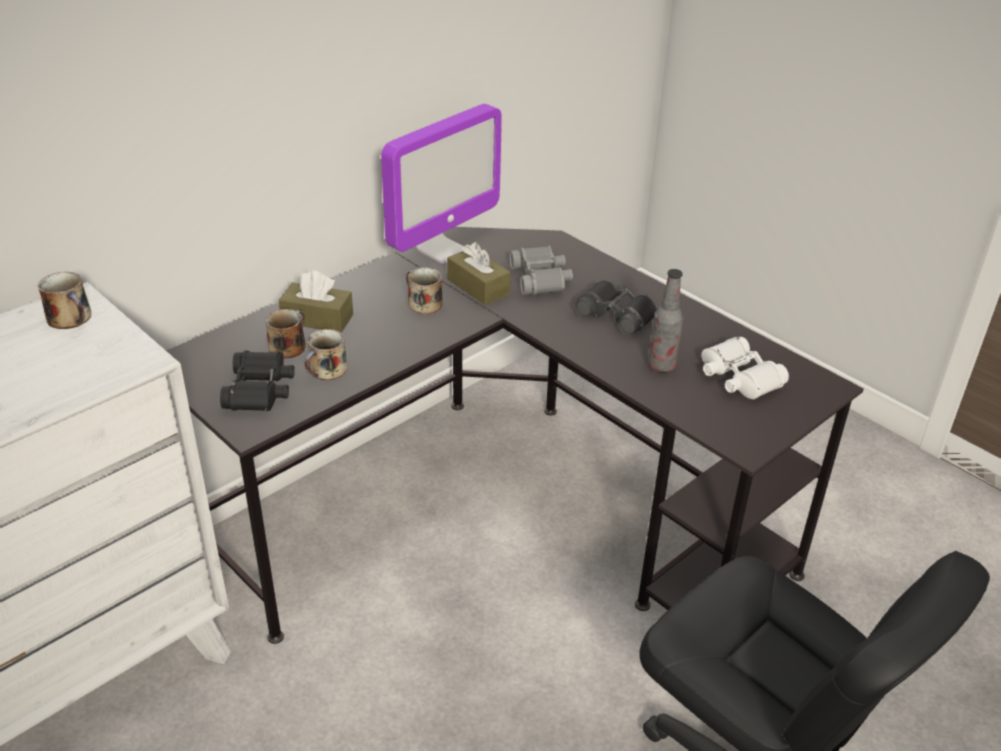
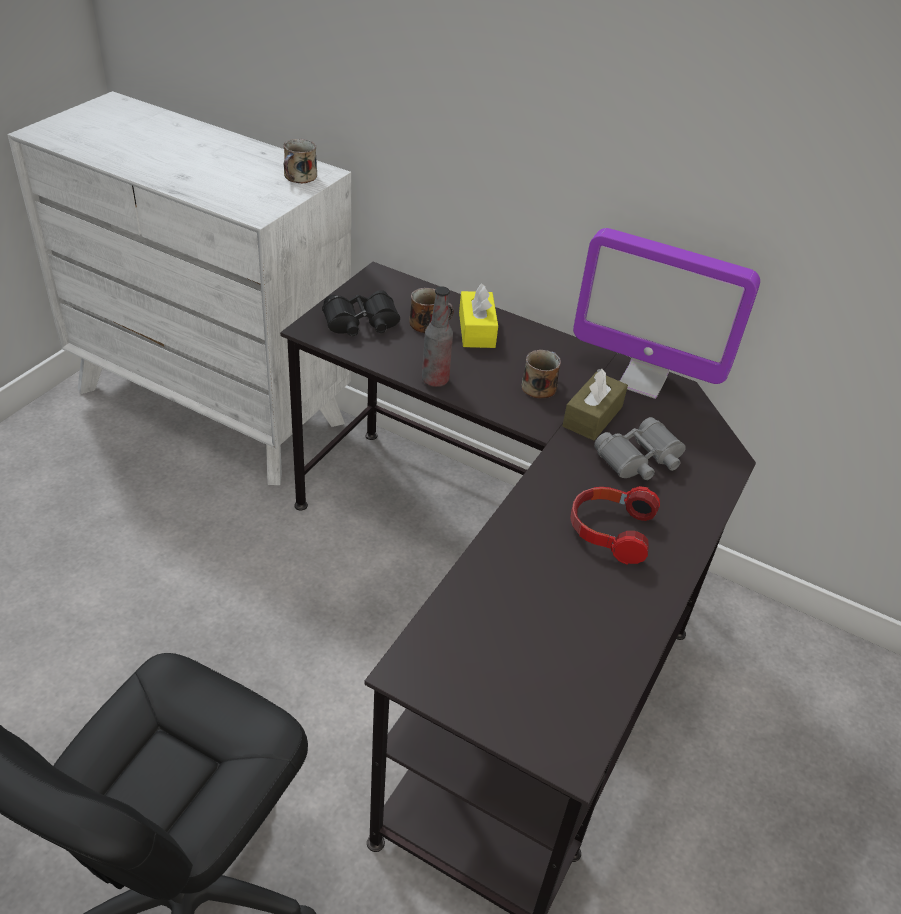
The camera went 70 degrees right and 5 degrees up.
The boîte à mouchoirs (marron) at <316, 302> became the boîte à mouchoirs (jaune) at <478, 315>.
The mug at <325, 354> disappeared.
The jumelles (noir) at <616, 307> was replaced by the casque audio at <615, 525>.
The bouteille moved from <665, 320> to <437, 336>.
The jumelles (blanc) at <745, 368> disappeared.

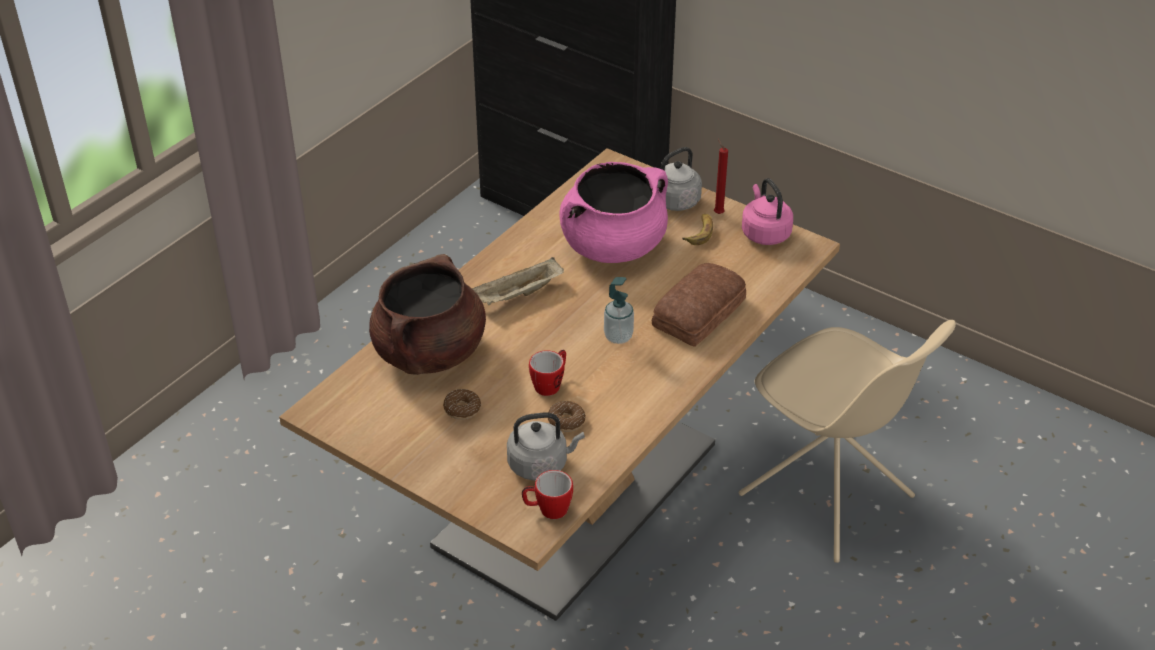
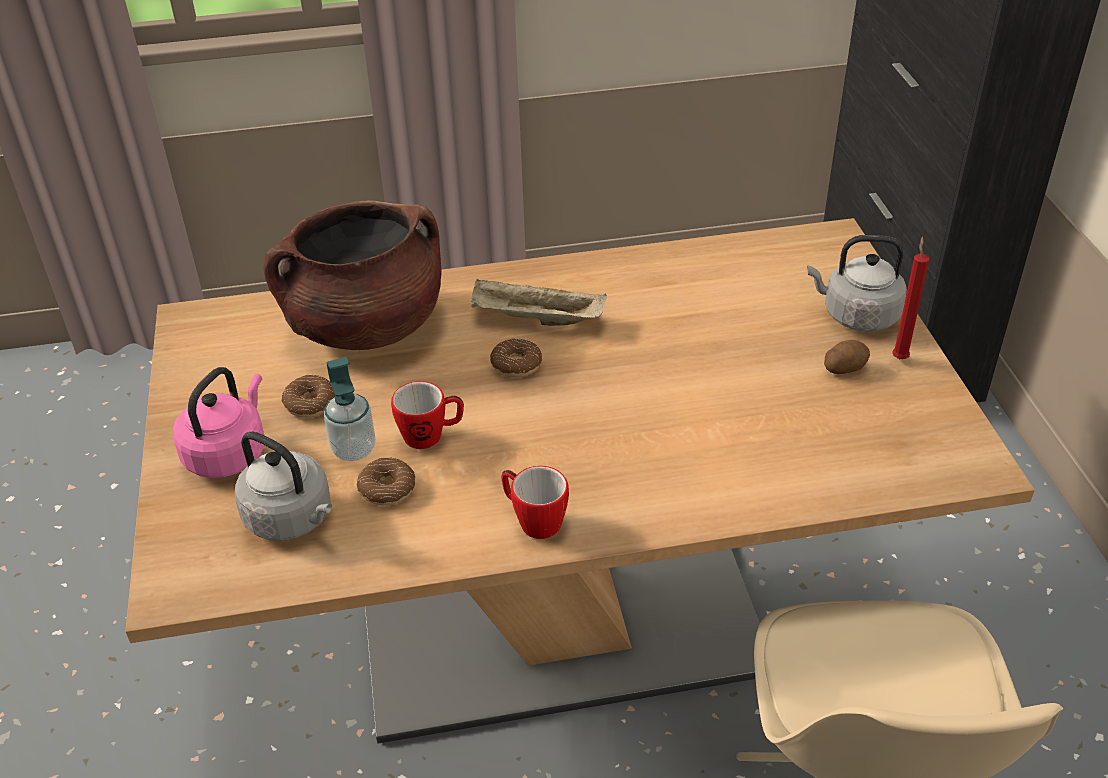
The camera went 45 degrees right and 0 degrees up.
The mug moved from <547, 494> to <535, 502>.
The marmite (rose) at <614, 212> disappeared.
The distributeur de savon moved from <619, 310> to <349, 409>.
The pain at <699, 305> disappeared.
The banane at <697, 229> was replaced by the pomme de terre at <847, 357>.
The bouilloire (rose) moved from <767, 211> to <219, 422>.
The beignet at <516, 358> appeared.

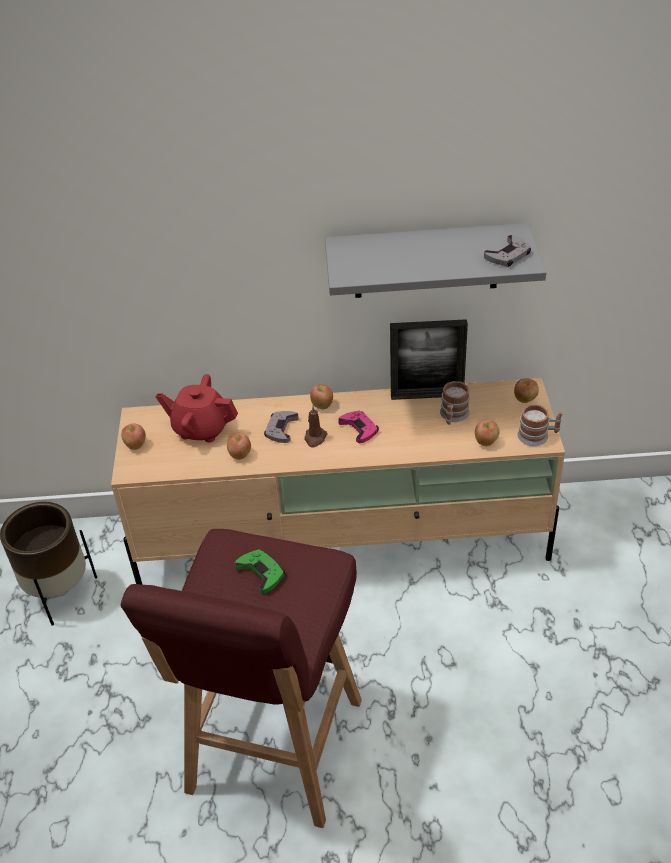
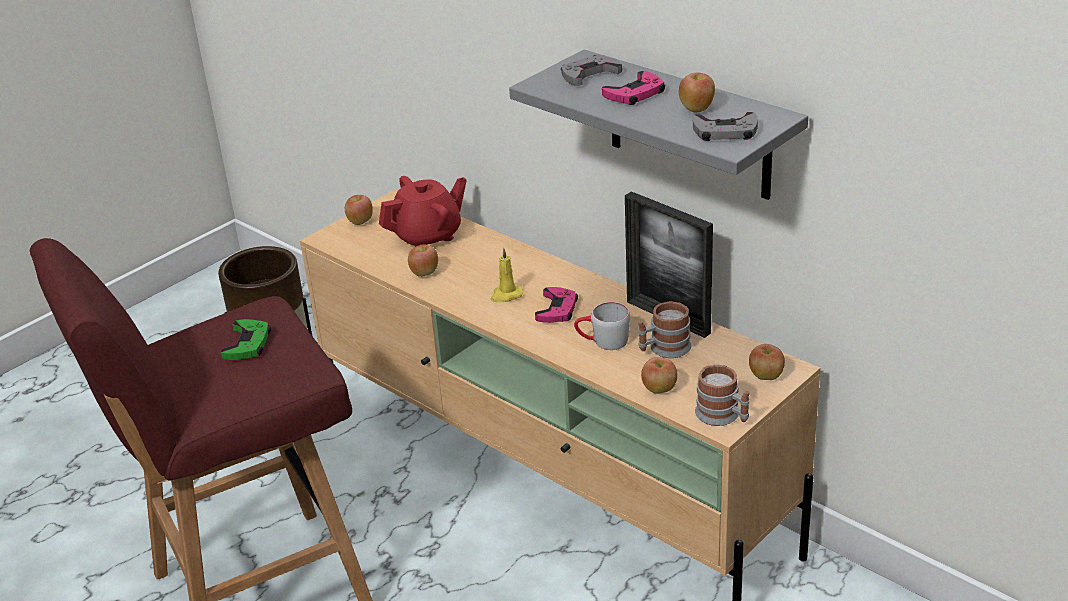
The camera went 45 degrees right and 10 degrees down.
The théière (rouge) at <196, 408> turned 90 degrees clockwise.
The manette (gris) moved from <281, 427> to <591, 70>.
The bougie (marron) at <315, 426> became the bougie (jaune) at <506, 275>.
The pomme moved from <321, 396> to <697, 92>.
The mug (gris) at <602, 326> appeared.
The manette (rose) at <633, 88> appeared.

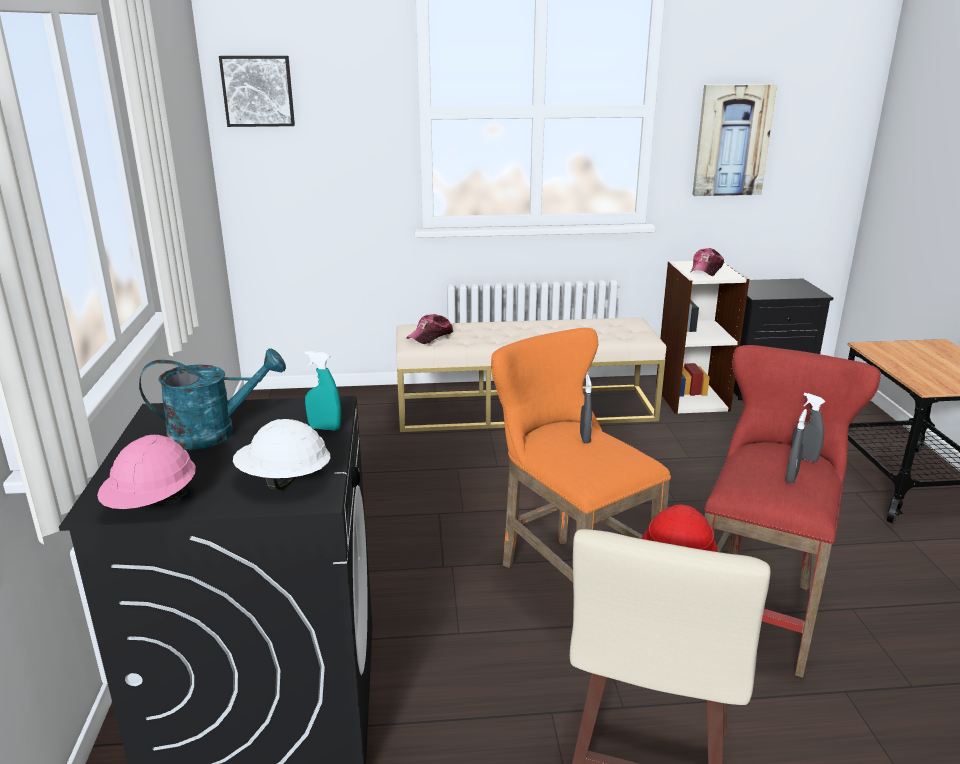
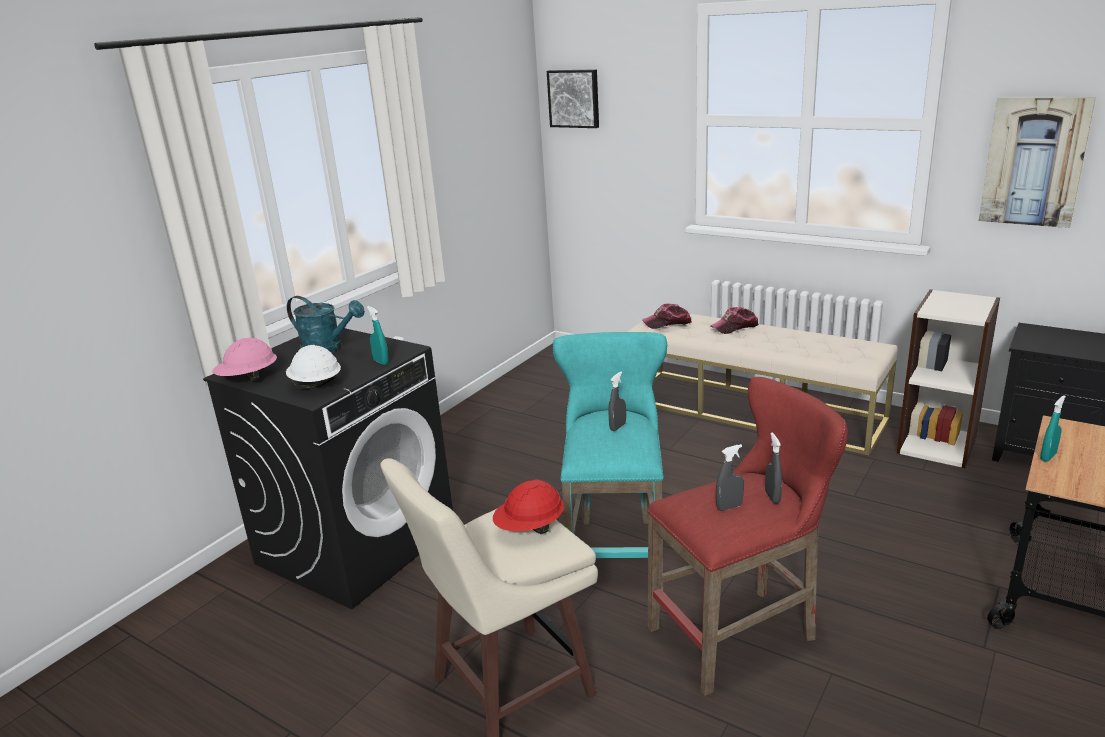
The camera went 40 degrees right and 0 degrees up.
The tabouret (orange) at <581, 455> became the tabouret (turquoise) at <610, 461>.
The casquette moved from <707, 262> to <734, 320>.
The vaporisateur (turquoise) at <1053, 428> appeared.

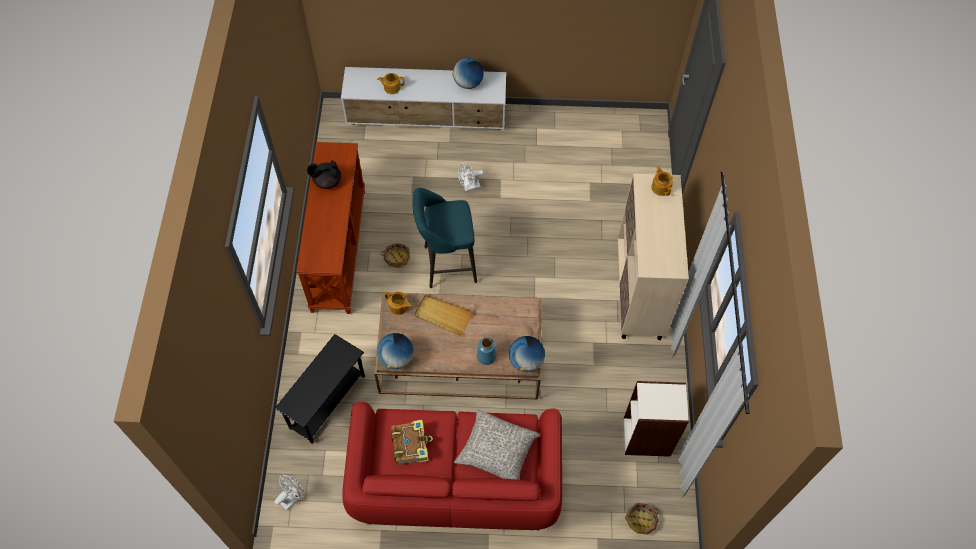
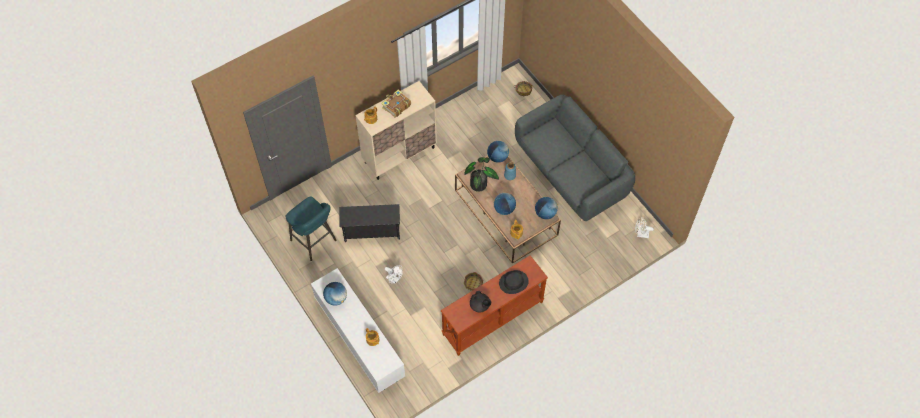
The camera went 125 degrees left and 0 degrees up.
The table d'appoint (noir) moved from <320, 389> to <369, 223>.
The canapé (rouge) at <452, 466> became the canapé (gris) at <575, 158>.
The livre moved from <412, 442> to <396, 104>.
The tabouret (turquoise) moved from <445, 238> to <311, 229>.
The plateau (beige) at <443, 315> was replaced by the globe at <505, 204>.
The coussin (gris) at <497, 444> disappeared.
The bibliothèque at <656, 419> disappeared.
The plante en pot at <481, 174> appeared.
The chapeau (noir) at <514, 282> appeared.

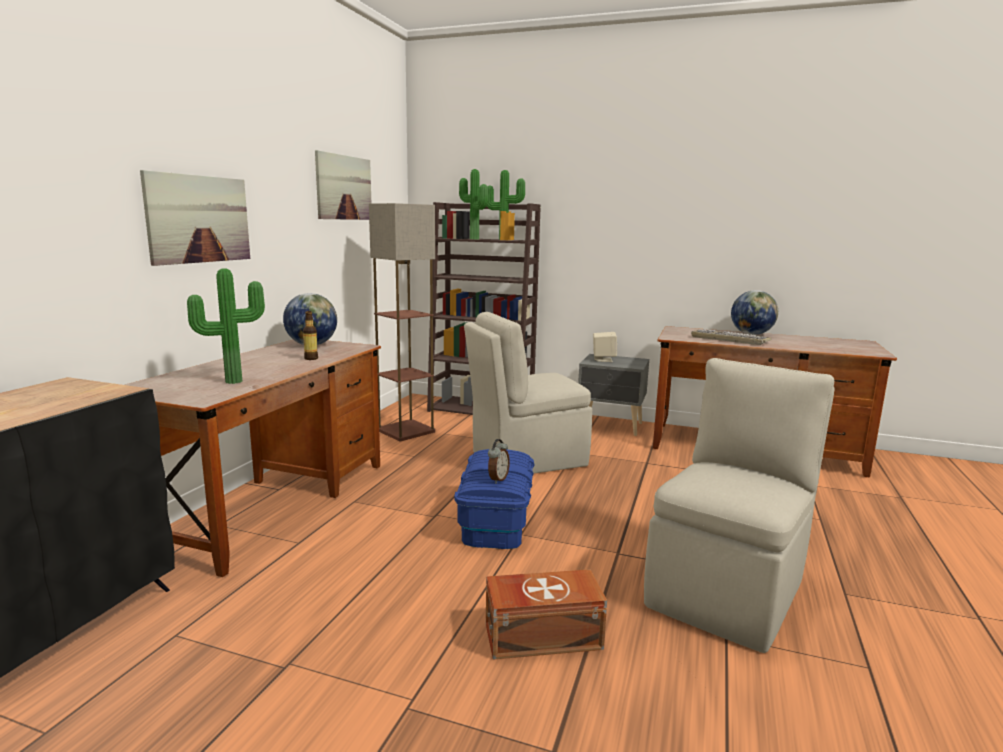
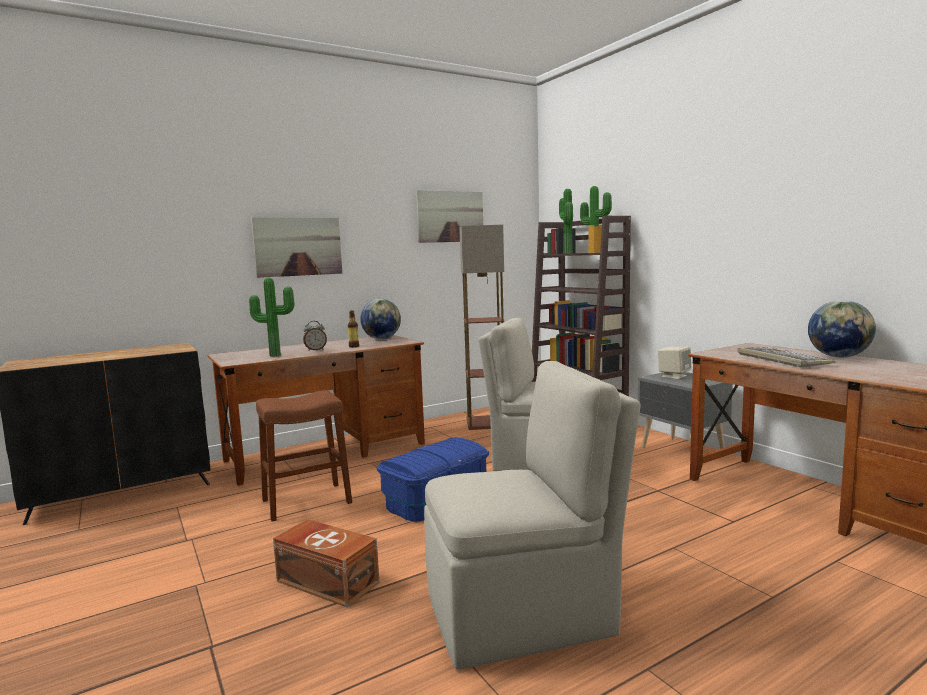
The camera went 40 degrees right and 5 degrees down.
The réveil moved from <499, 461> to <315, 336>.
The tabouret (marron) at <304, 455> appeared.

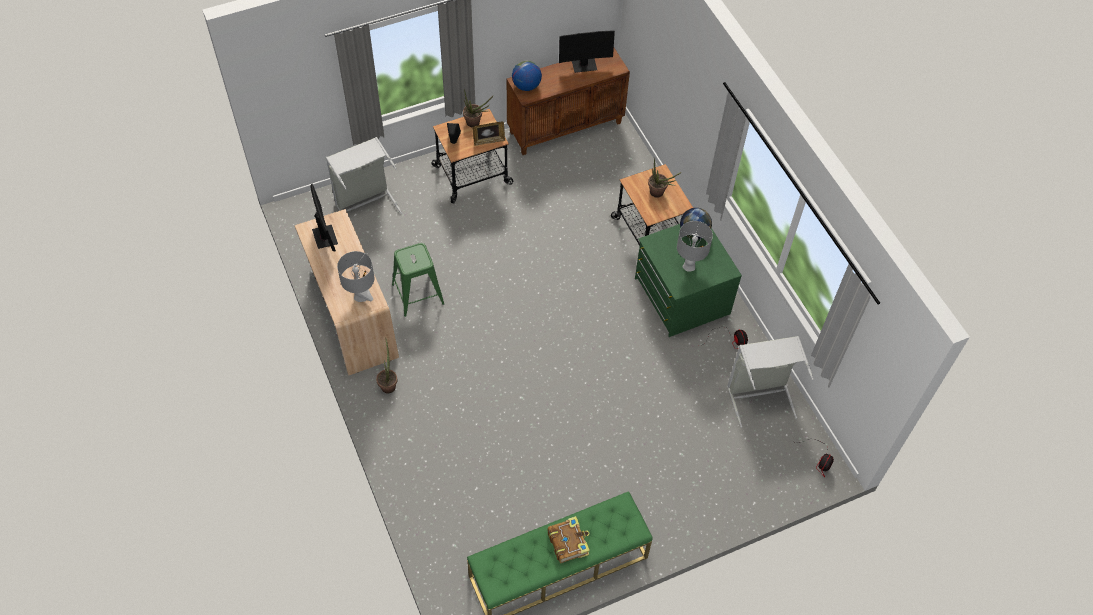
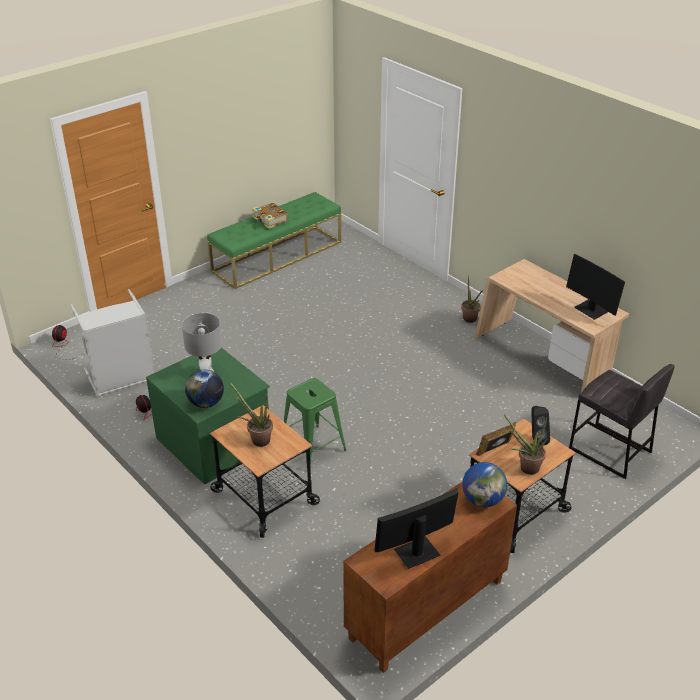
The camera went 165 degrees right and 20 degrees down.
The panier à linge (gris) at <364, 175> was replaced by the tabouret (gris) at <622, 421>.
The lampe de table (gris) at <356, 276> disappeared.
The tabouret (vert) moved from <418, 280> to <315, 421>.

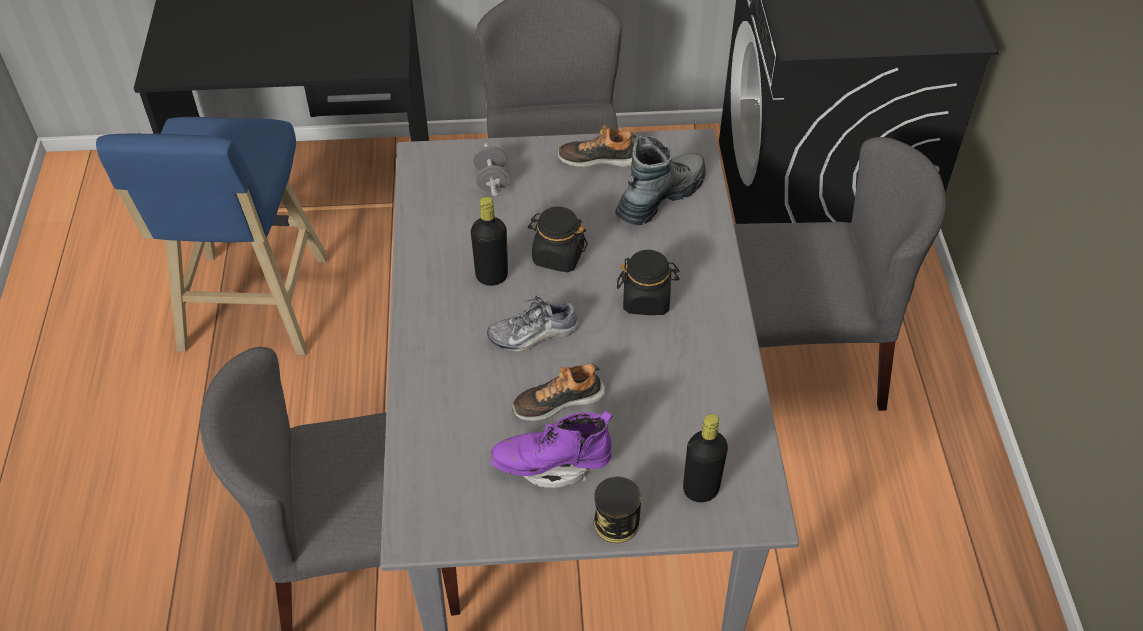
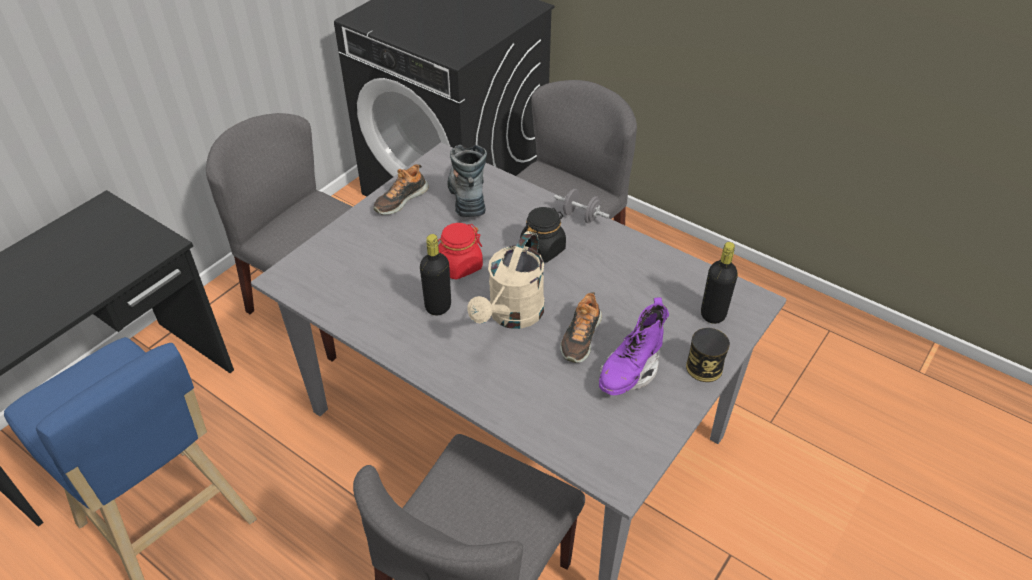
The camera went 50 degrees left and 5 degrees down.
The haltère (gris) moved from <491, 169> to <582, 206>.
The chaussure at <532, 324> was replaced by the arrosoir (beige) at <506, 280>.
The bocal (noir) at <558, 239> became the bocal (rouge) at <460, 251>.

